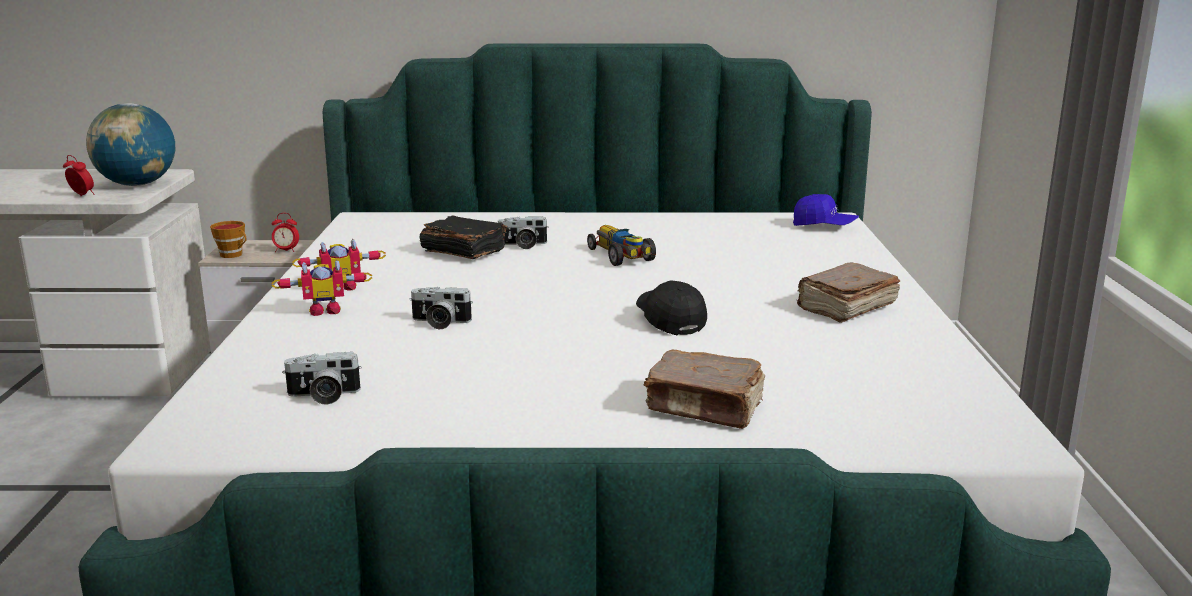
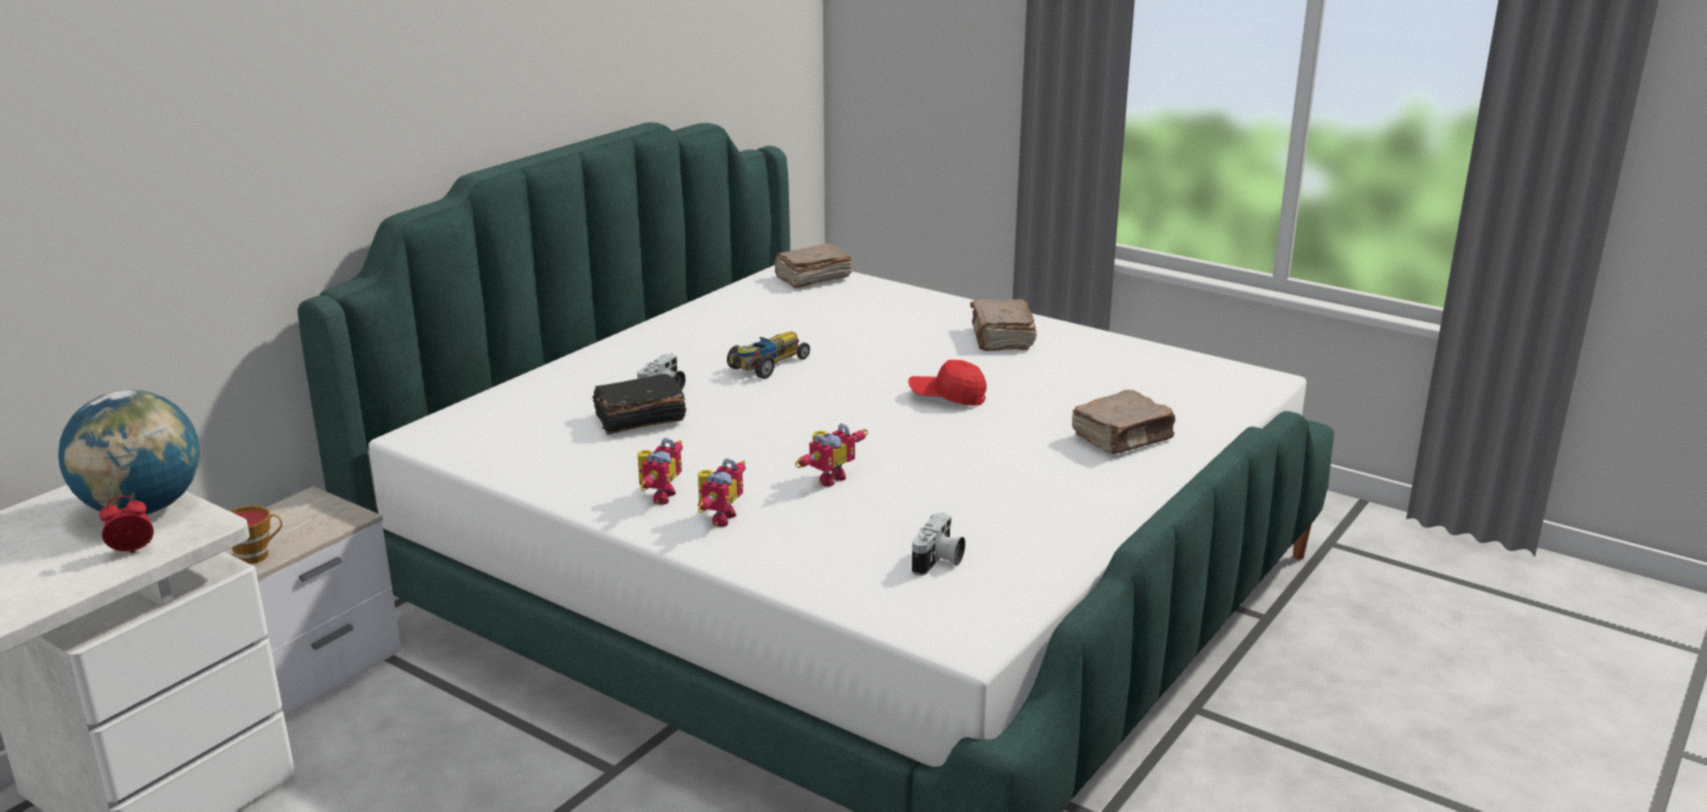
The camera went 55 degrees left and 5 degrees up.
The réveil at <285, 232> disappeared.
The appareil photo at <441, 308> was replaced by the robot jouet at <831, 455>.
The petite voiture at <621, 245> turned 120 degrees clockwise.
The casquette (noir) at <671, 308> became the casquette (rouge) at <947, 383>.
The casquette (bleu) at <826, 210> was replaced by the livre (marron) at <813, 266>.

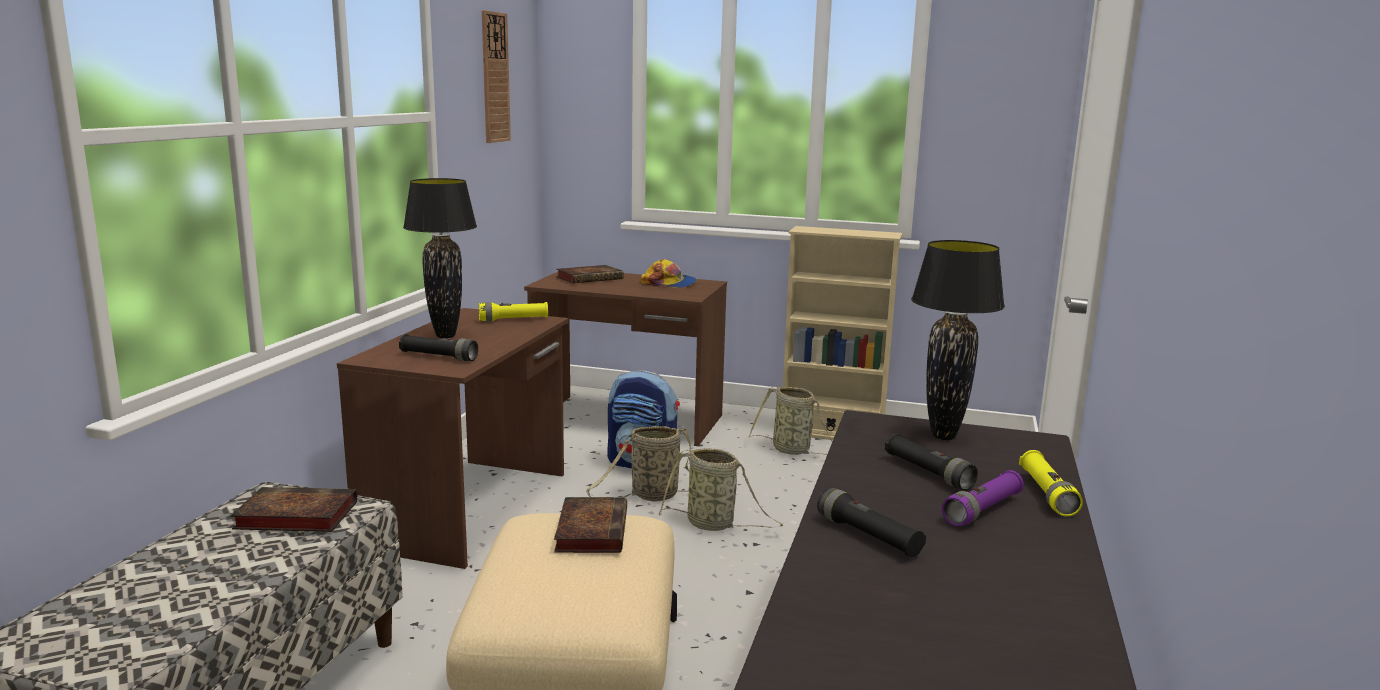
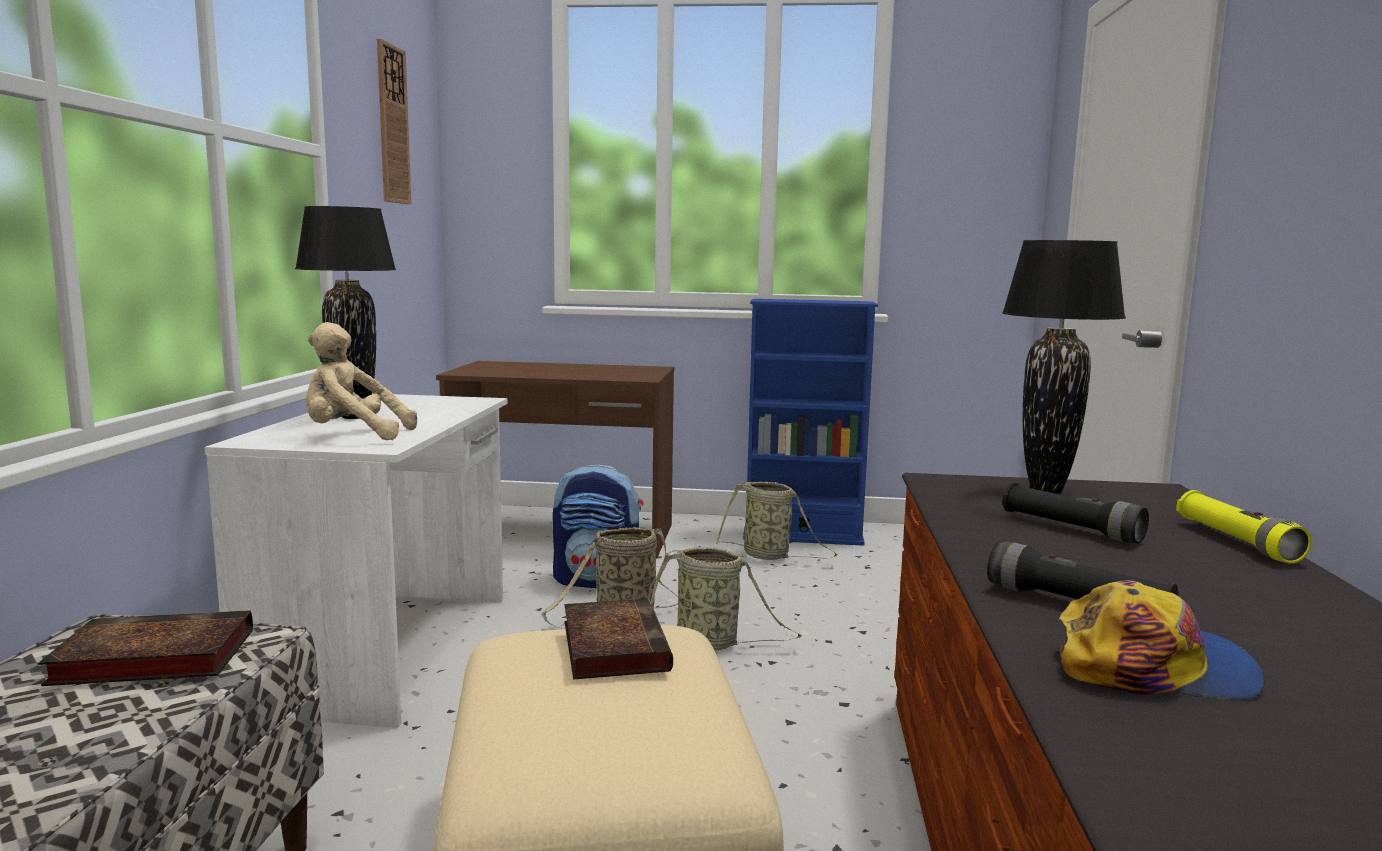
The camera went 10 degrees left and 5 degrees down.
The bureau (marron) at <452, 438> became the bureau (blanc) at <356, 560>.
The lampe de poche (noir) at <438, 347> was replaced by the peluche (beige) at <361, 381>.
The lampe de poche (jaune) at <513, 312> disappeared.
The livre at <590, 274> disappeared.
The casquette moved from <669, 273> to <1162, 640>.
The bibliothèque (beige) at <842, 333> became the bibliothèque (bleu) at <810, 422>.
The lampe de poche (violet) at <983, 498> disappeared.

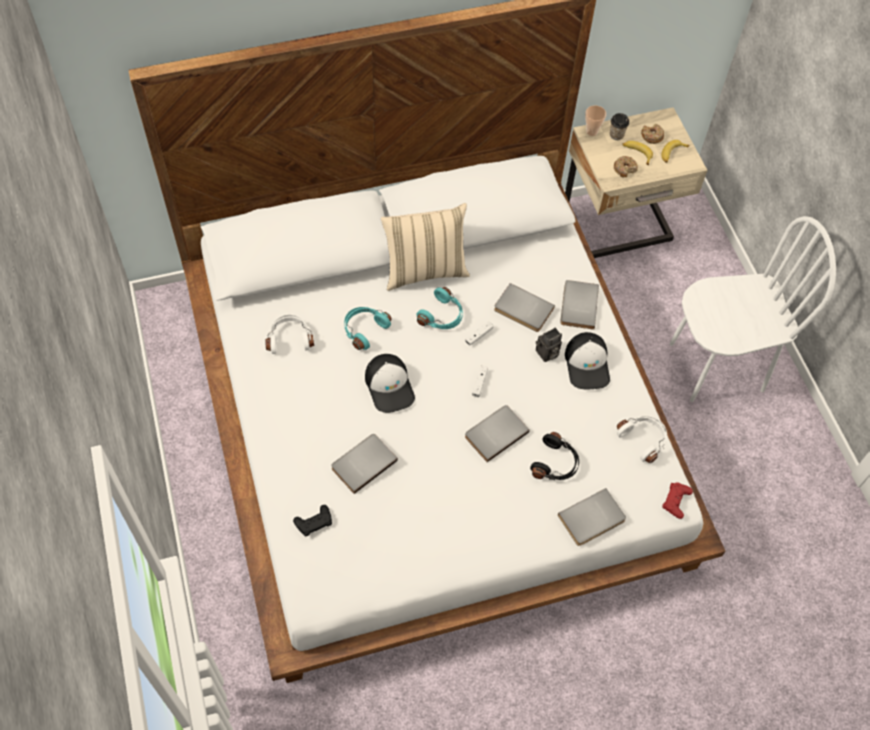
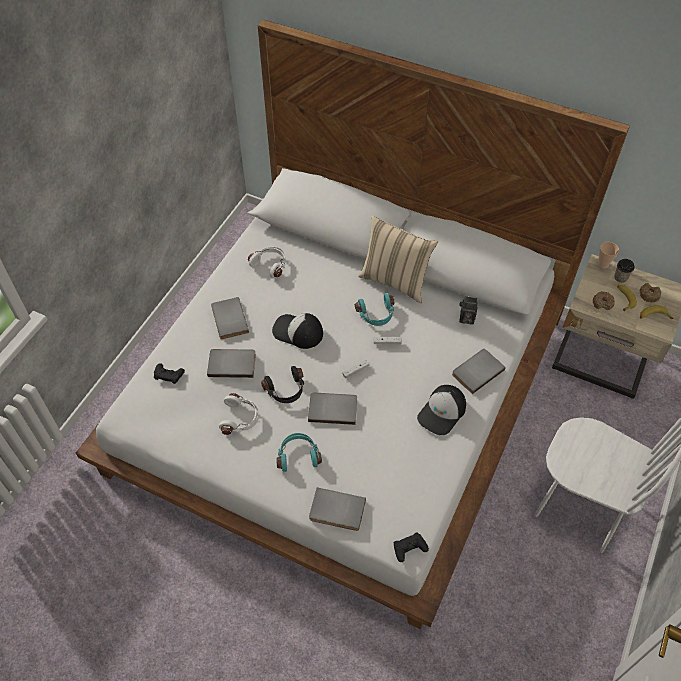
The camera went 45 degrees right and 5 degrees down.
The casque audio (turquoise) moved from <367, 328> to <299, 452>.
The casquette at <390, 383> turned 90 degrees clockwise.
The livre (gris) moved from <524, 307> to <230, 318>.
The casque audio (noir) moved from <554, 456> to <282, 384>.
The appareil photo moved from <549, 345> to <468, 310>.
The casque audio (blanc) moved from <642, 439> to <239, 414>.
The manette (rouge) at <677, 500> became the manette (noir) at <411, 547>.

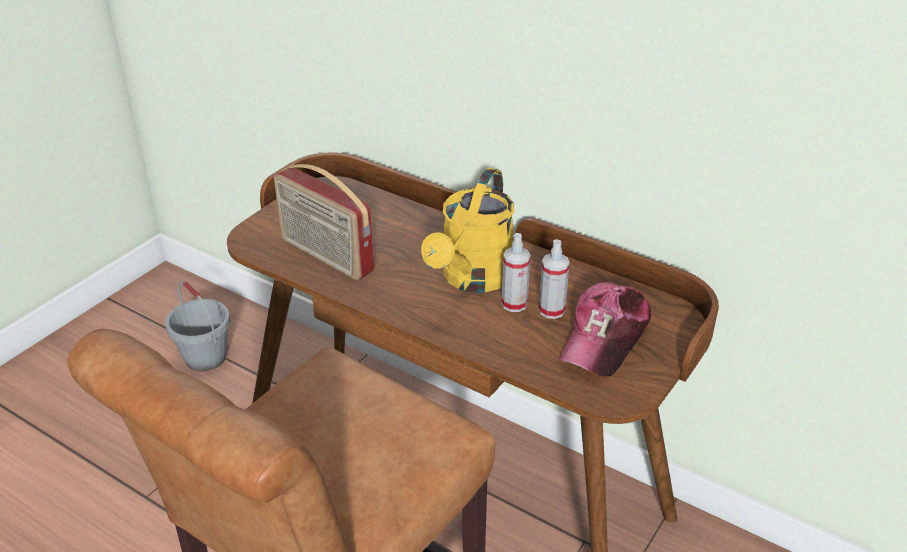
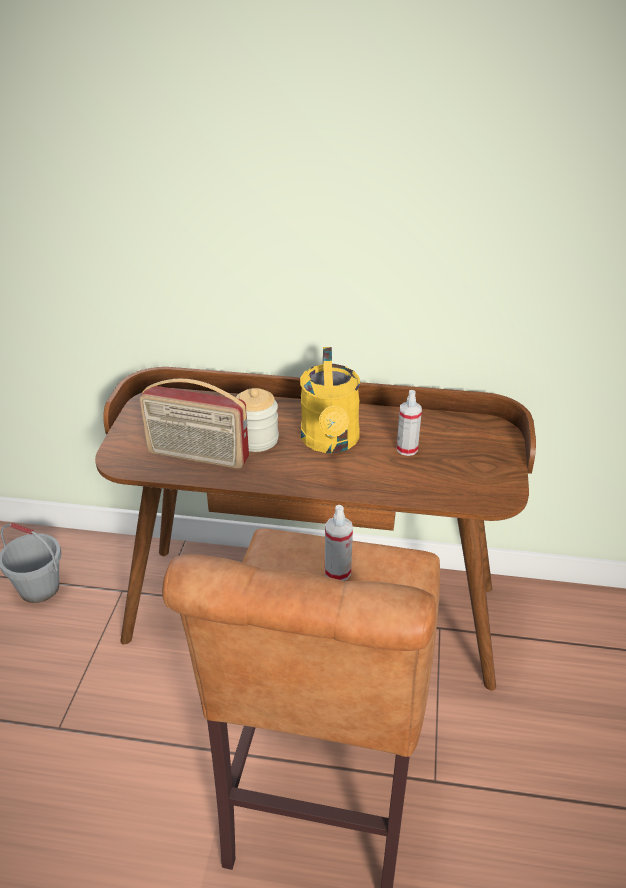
The camera went 25 degrees left and 0 degrees up.
The vaporisateur moved from <516, 272> to <339, 543>.
The casquette at <605, 329> disappeared.
The bocal at <257, 420> appeared.

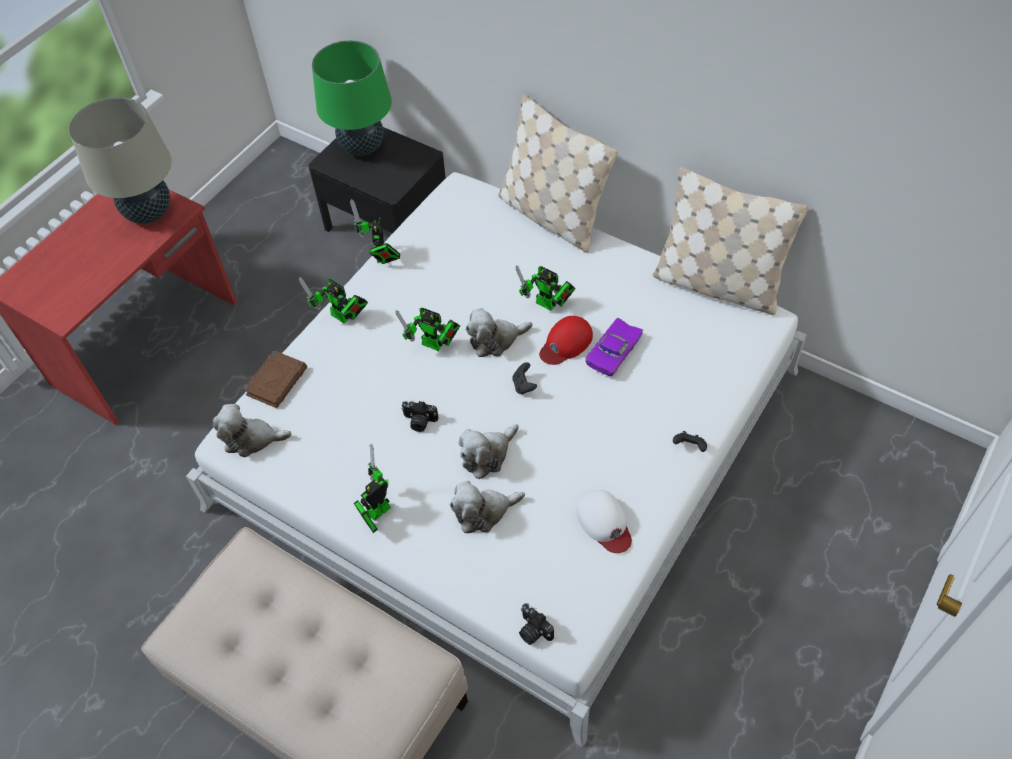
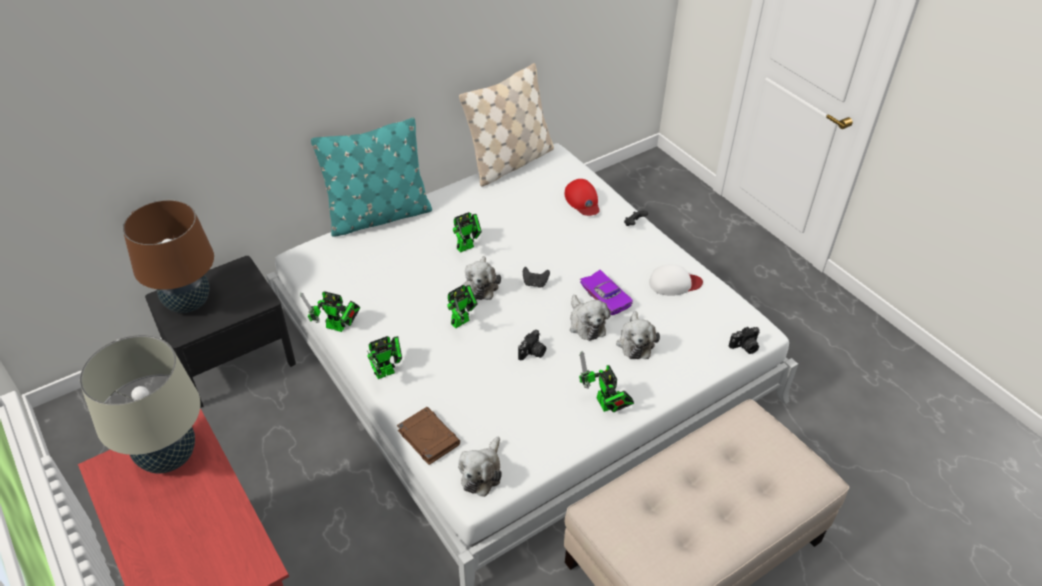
The camera went 70 degrees left and 10 degrees down.
The lampe de table (vert) at <352, 98> became the lampe de table (marron) at <168, 256>.
The coussin (beige) at <558, 173> became the coussin (turquoise) at <371, 177>.
The casquette (rouge) moved from <566, 340> to <582, 197>.
The petite voiture (violet) moved from <614, 346> to <606, 292>.

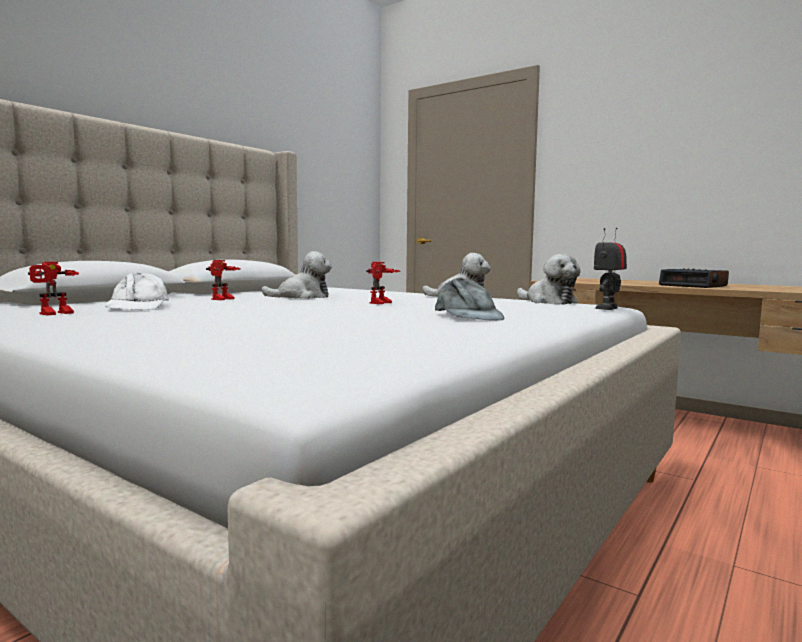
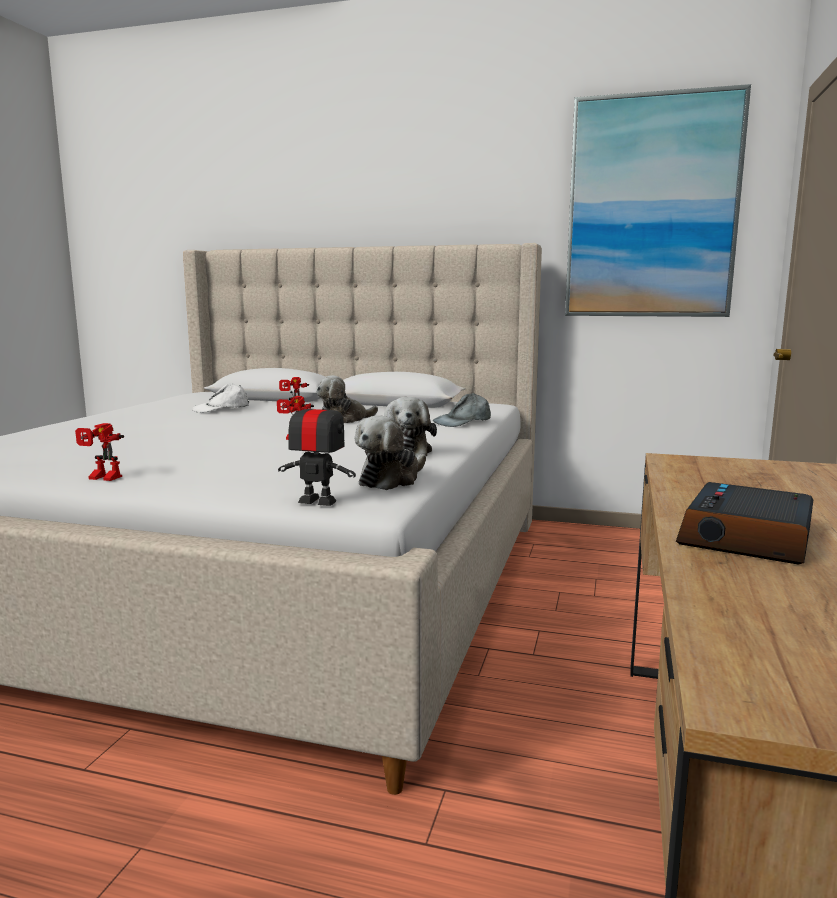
The camera went 70 degrees right and 5 degrees up.
The robot jouet moved from <53, 289> to <99, 452>.
The peluche at <296, 275> turned 90 degrees clockwise.
The casquette (gris) moved from <469, 299> to <462, 410>.
The tableau at <658, 200> appeared.

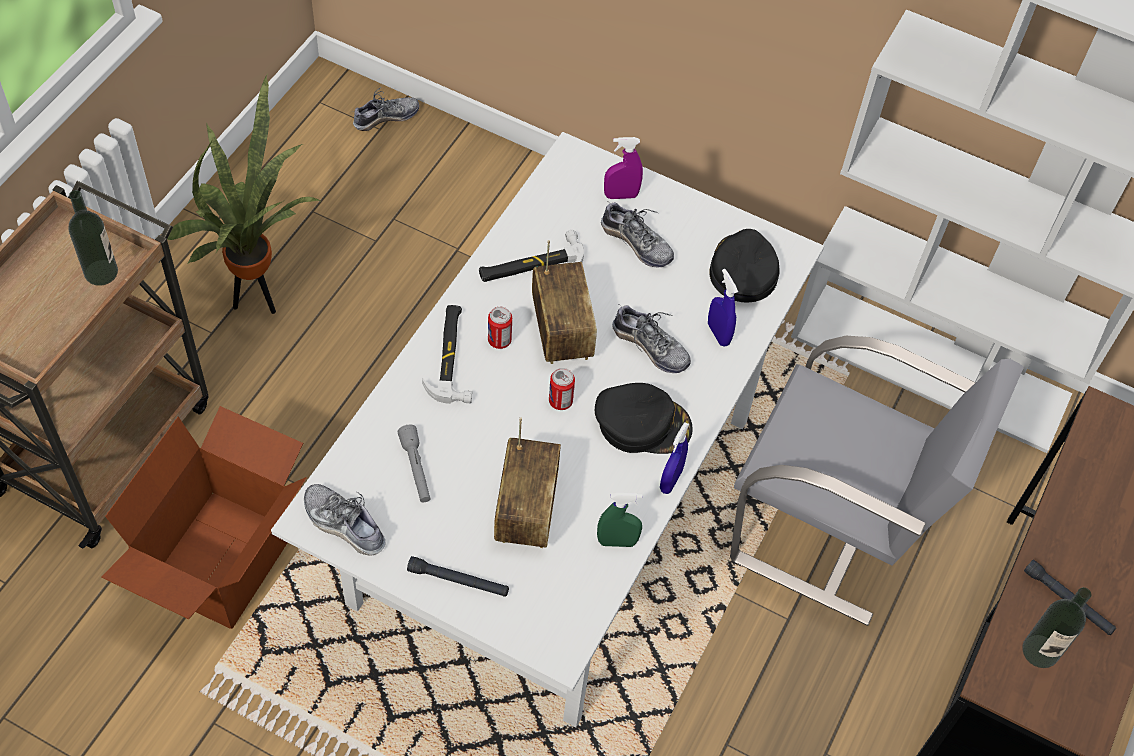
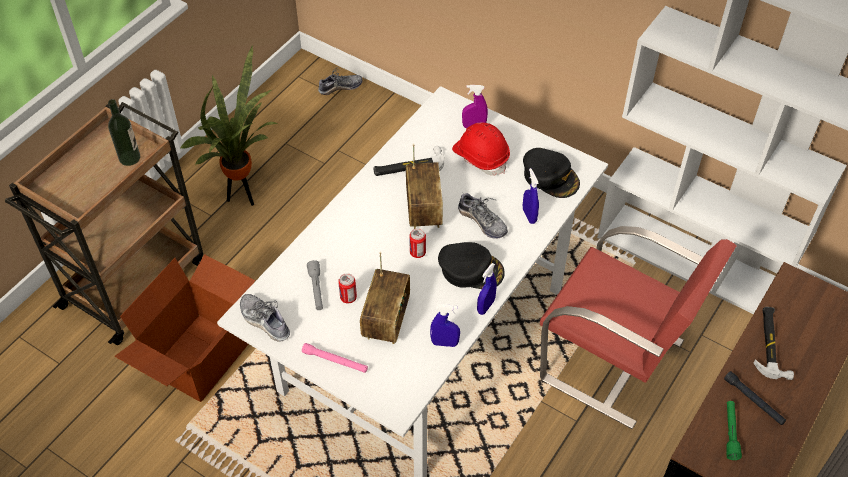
The camera went 10 degrees right and 5 degrees down.
The lampe de poche (noir) at <458, 576> became the lampe de poche (rose) at <335, 358>.
The marteau moved from <447, 354> to <774, 343>.
The boîte métallique moved from <500, 328> to <347, 288>.
The vaporisateur (vert) at <619, 520> became the vaporisateur (bleu) at <445, 325>.
The chaussure at <637, 233> was replaced by the casque de chantier (rouge) at <481, 149>.
The casquette (noir) at <744, 266> turned 120 degrees clockwise.
The chaise (gris) at <877, 481> became the chaise (rouge) at <638, 327>.
The bouteille at <1057, 627> was replaced by the lampe de poche (vert) at <734, 430>.

